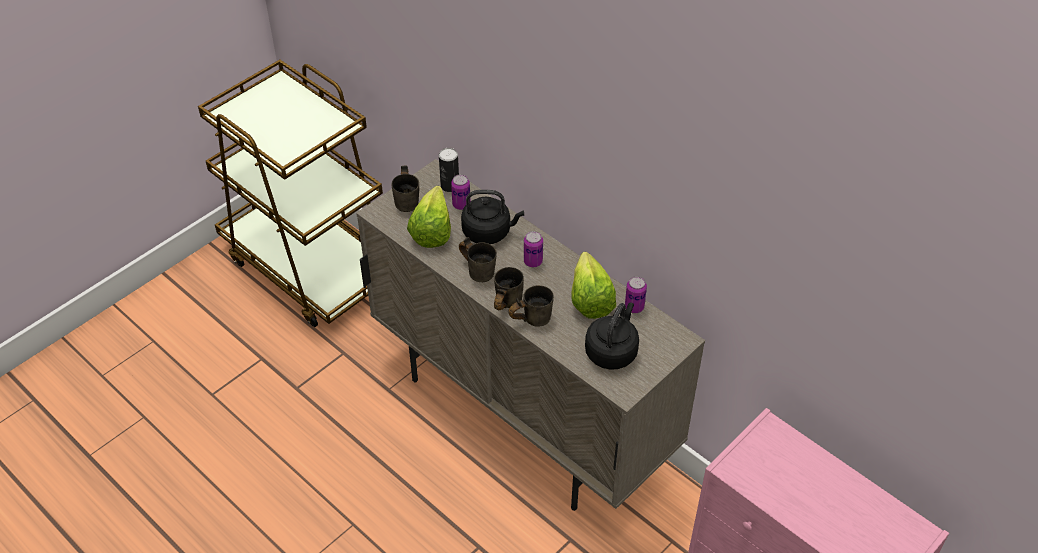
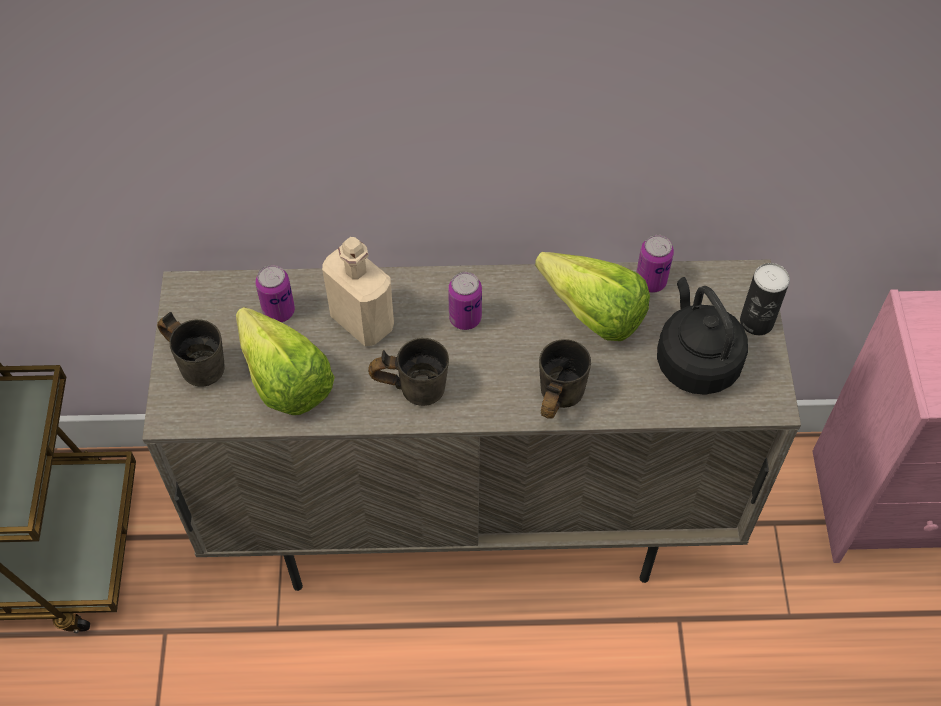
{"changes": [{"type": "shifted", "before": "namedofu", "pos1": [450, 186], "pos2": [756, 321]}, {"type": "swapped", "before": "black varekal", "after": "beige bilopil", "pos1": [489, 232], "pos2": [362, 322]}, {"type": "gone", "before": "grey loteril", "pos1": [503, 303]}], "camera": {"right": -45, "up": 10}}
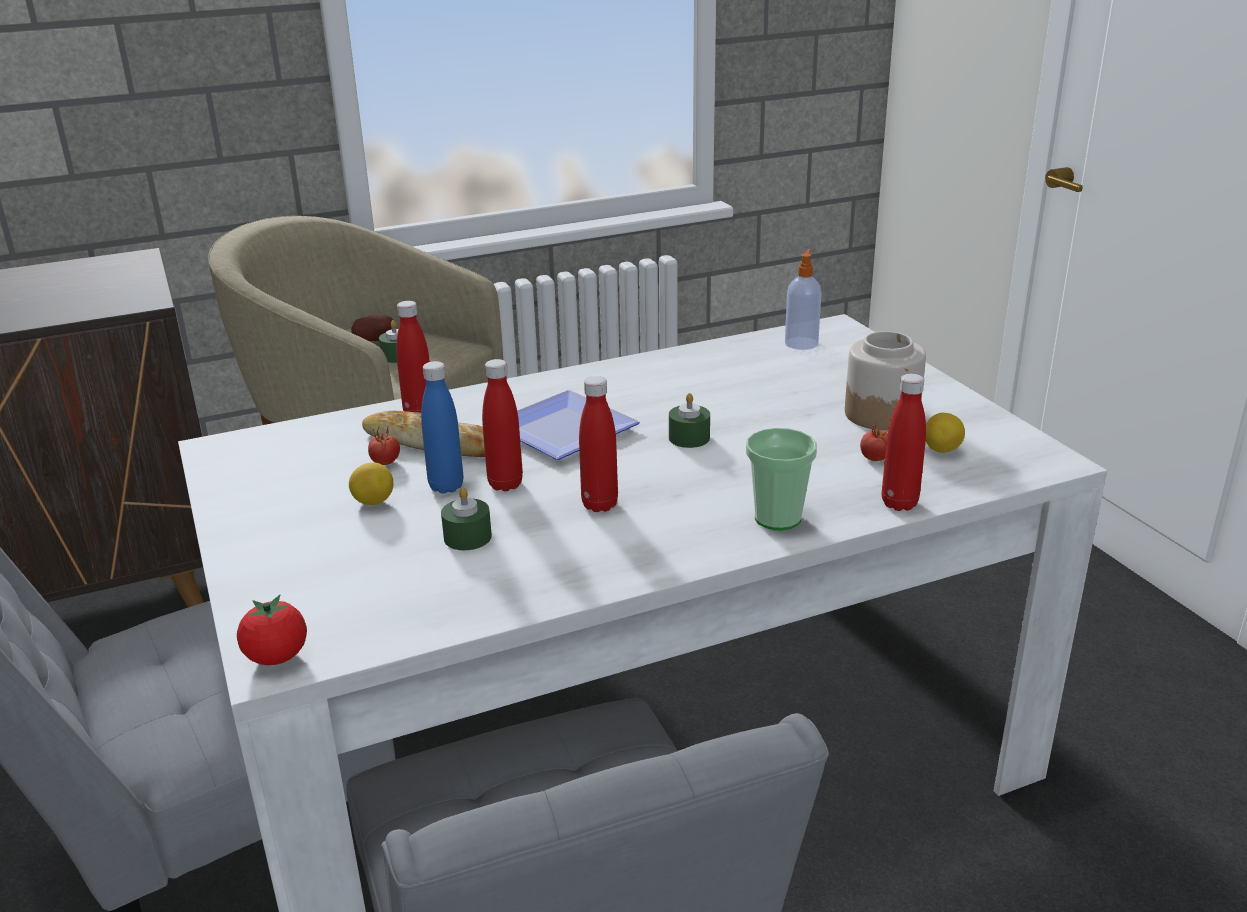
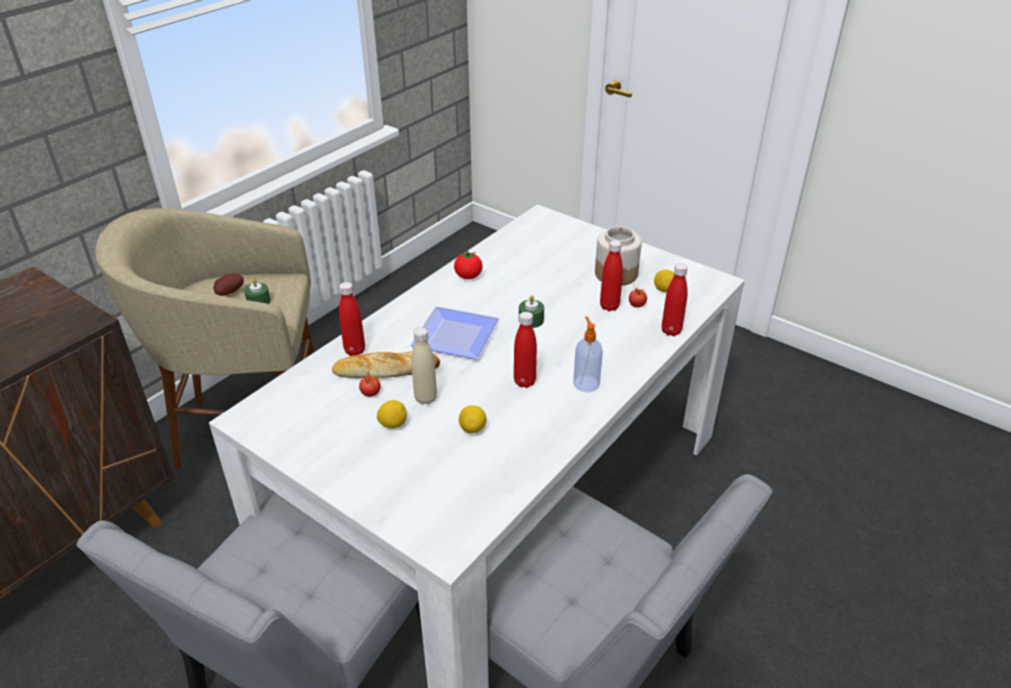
{"changes": [{"type": "shifted", "before": "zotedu", "pos1": [276, 657], "pos2": [468, 276]}, {"type": "repainted", "before": "blue bilopil", "after": "beige bilopil", "pos1": [446, 486], "pos2": [425, 398]}, {"type": "swapped", "before": "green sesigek", "after": "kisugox", "pos1": [467, 537], "pos2": [473, 429]}, {"type": "shifted", "before": "red bilopil", "pos1": [505, 484], "pos2": [609, 306]}, {"type": "gone", "before": "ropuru", "pos1": [777, 518]}, {"type": "shifted", "before": "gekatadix", "pos1": [801, 343], "pos2": [586, 383]}], "camera": {"right": -30, "up": 10}}
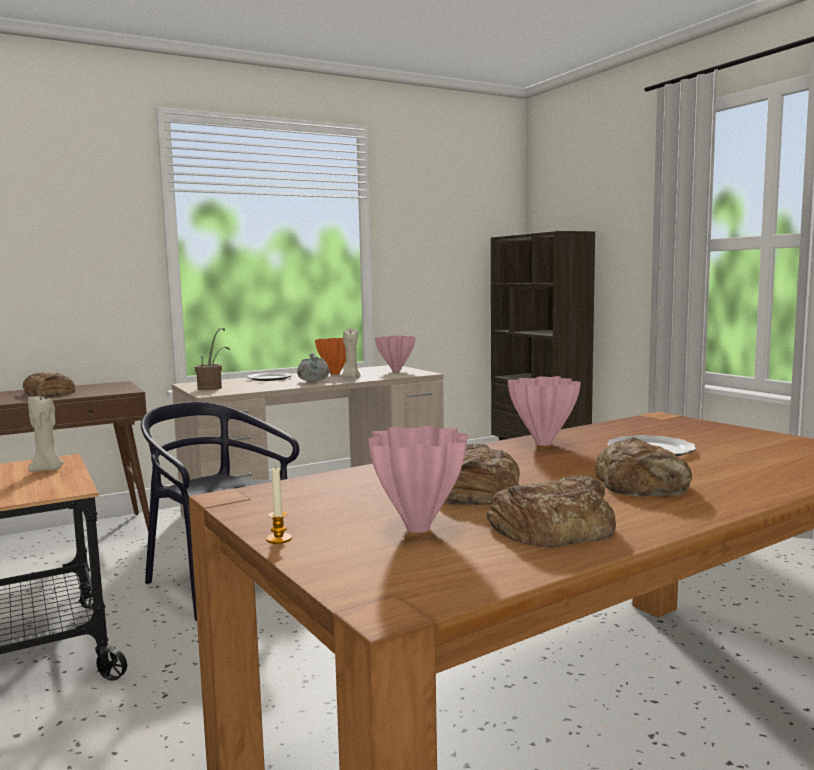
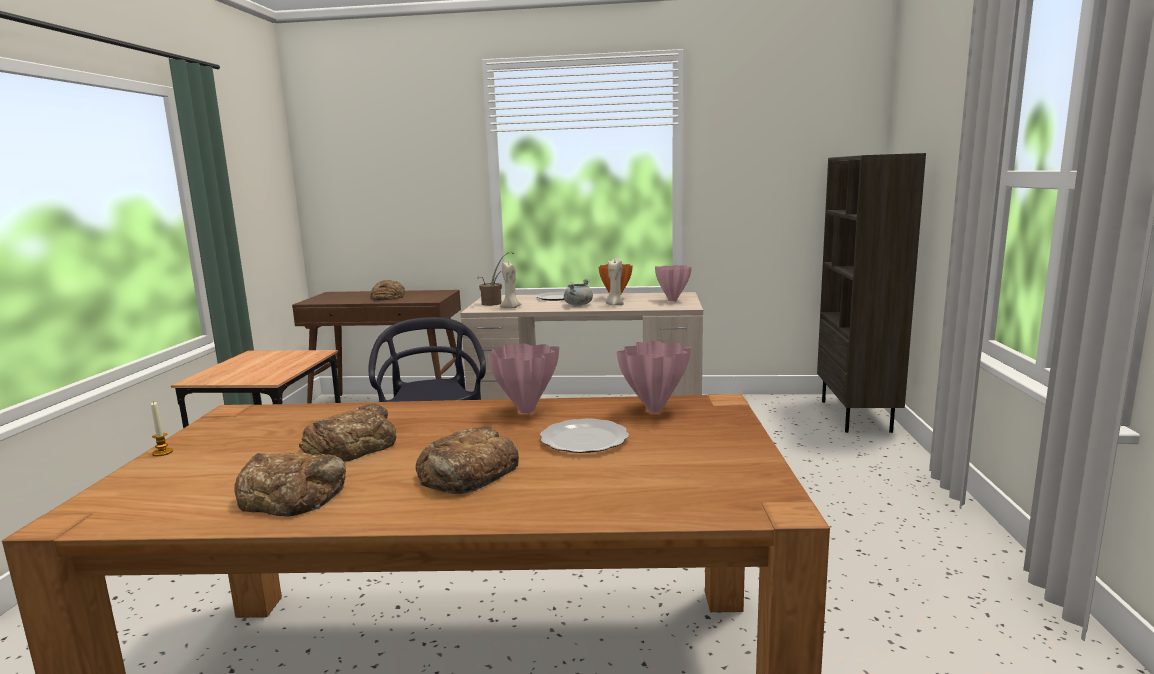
{"changes": [{"type": "shifted", "before": "beige sesigek", "pos1": [48, 470], "pos2": [511, 307]}, {"type": "shifted", "before": "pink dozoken", "pos1": [420, 528], "pos2": [656, 410]}], "camera": {"right": 35, "up": 5}}
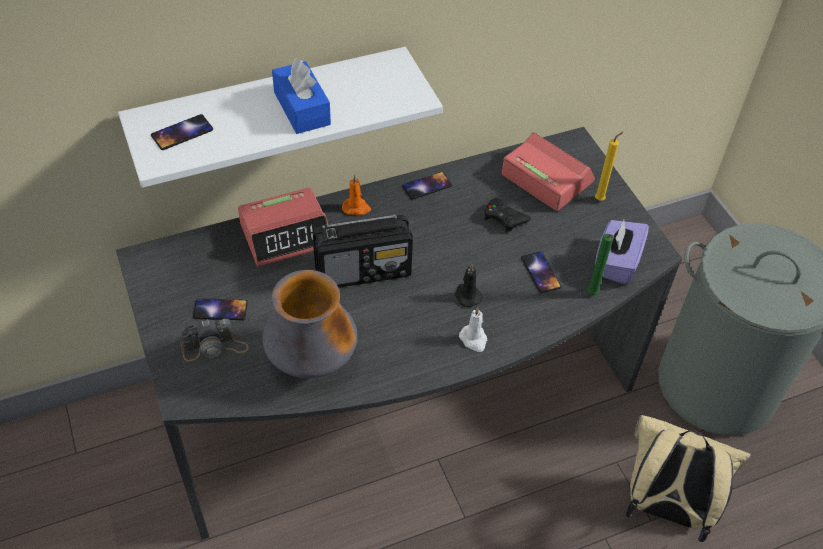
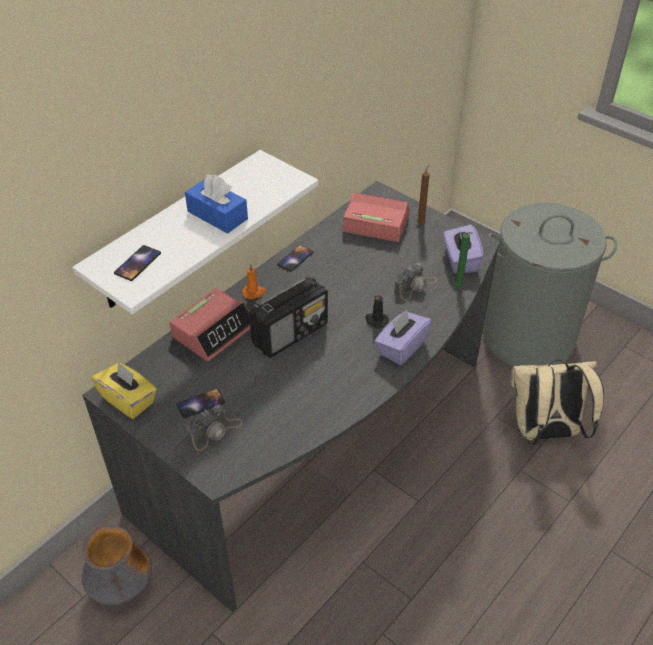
{"changes": [{"type": "shifted", "before": "dozoken", "pos1": [312, 362], "pos2": [122, 587]}, {"type": "swapped", "before": "white sesigek", "after": "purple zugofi", "pos1": [474, 339], "pos2": [401, 347]}, {"type": "gone", "before": "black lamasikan", "pos1": [504, 218]}, {"type": "swapped", "before": "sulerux", "after": "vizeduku", "pos1": [540, 272], "pos2": [415, 286]}, {"type": "repainted", "before": "yellow sesigek", "after": "brown sesigek", "pos1": [600, 199], "pos2": [421, 223]}, {"type": "new", "after": "yellow zugofi", "pos2": [128, 400]}], "camera": {"right": -25, "up": -5}}
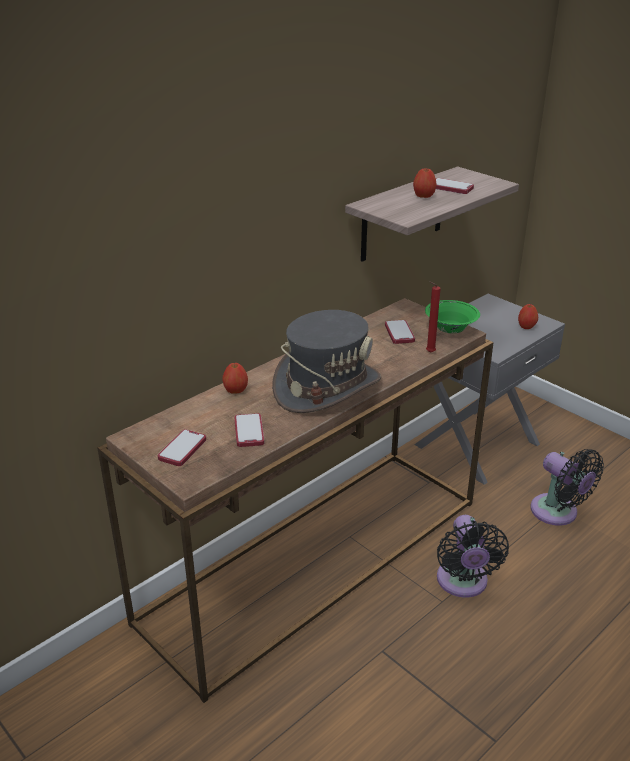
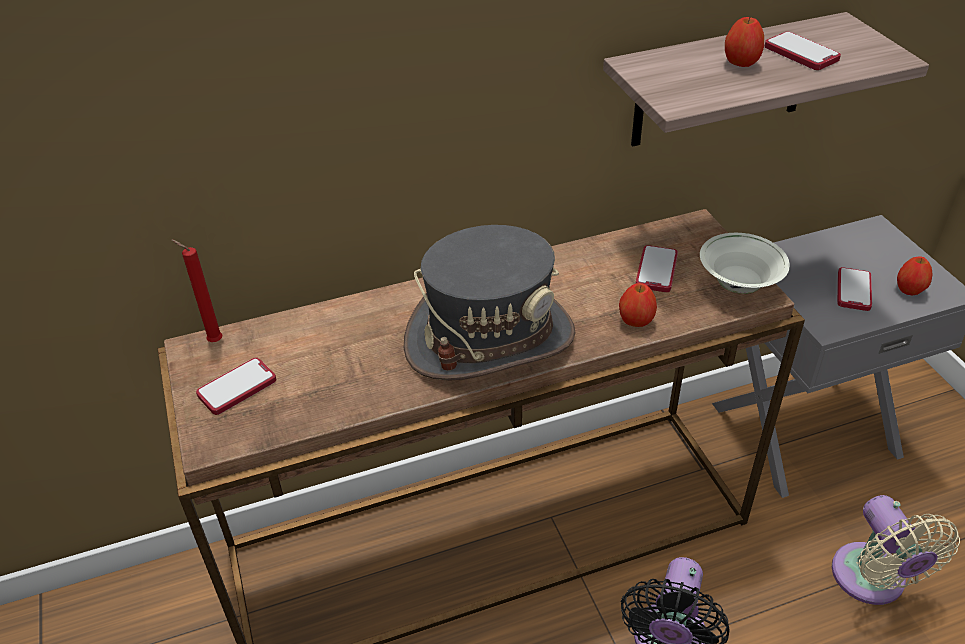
{"changes": [{"type": "shifted", "before": "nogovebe", "pos1": [235, 391], "pos2": [635, 321]}, {"type": "shifted", "before": "sulerux", "pos1": [249, 431], "pos2": [853, 290]}, {"type": "repainted", "before": "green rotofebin", "after": "white rotofebin", "pos1": [450, 330], "pos2": [738, 285]}, {"type": "shifted", "before": "red sesigek", "pos1": [429, 352], "pos2": [213, 341]}, {"type": "repainted", "before": "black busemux", "after": "beige busemux", "pos1": [558, 513], "pos2": [872, 581]}], "camera": {"right": 25, "up": 10}}
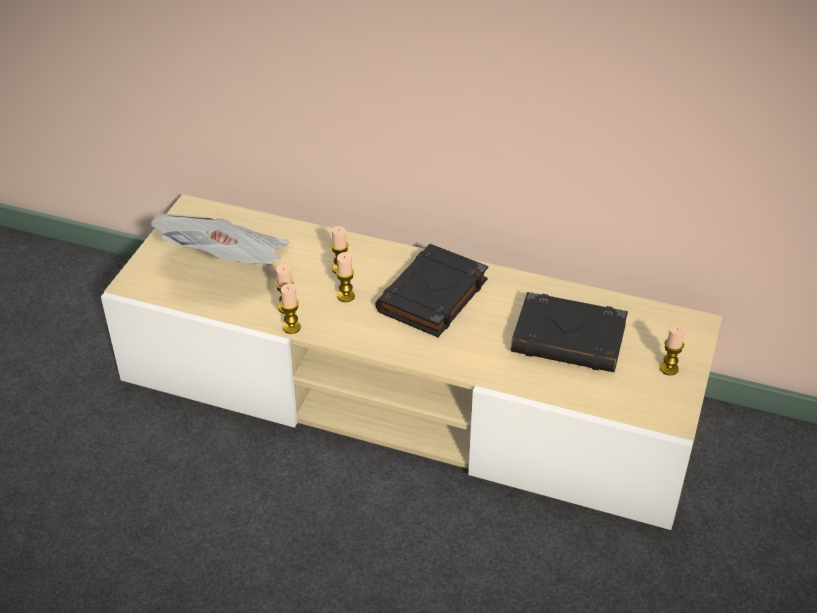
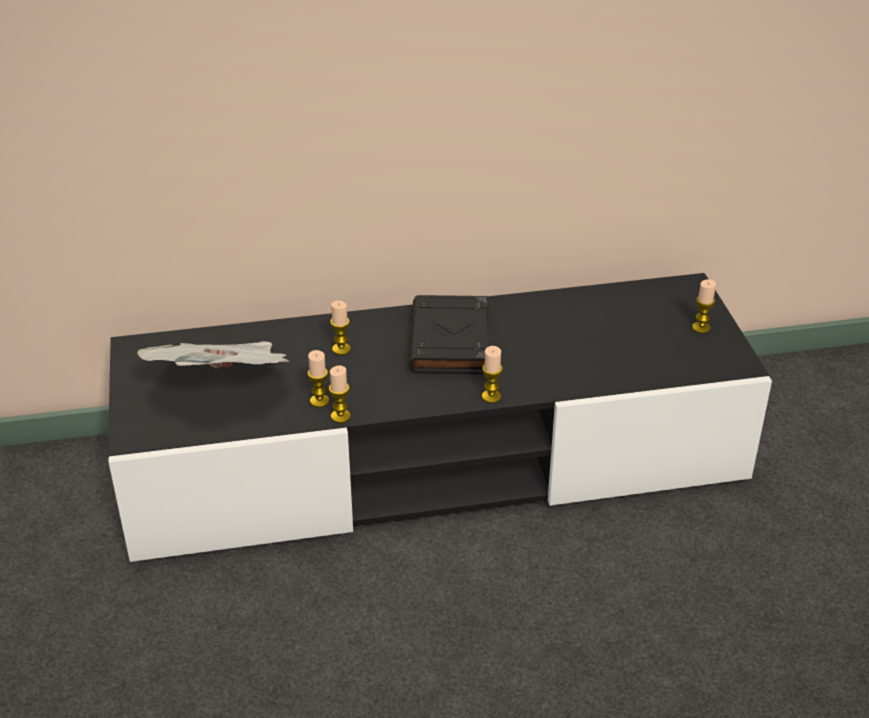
{"changes": [{"type": "repainted", "before": "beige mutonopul", "after": "black mutonopul", "pos1": [408, 395], "pos2": [434, 462]}, {"type": "shifted", "before": "sesigek", "pos1": [346, 296], "pos2": [491, 396]}, {"type": "gone", "before": "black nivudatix", "pos1": [570, 339]}], "camera": {"right": -30, "up": -5}}
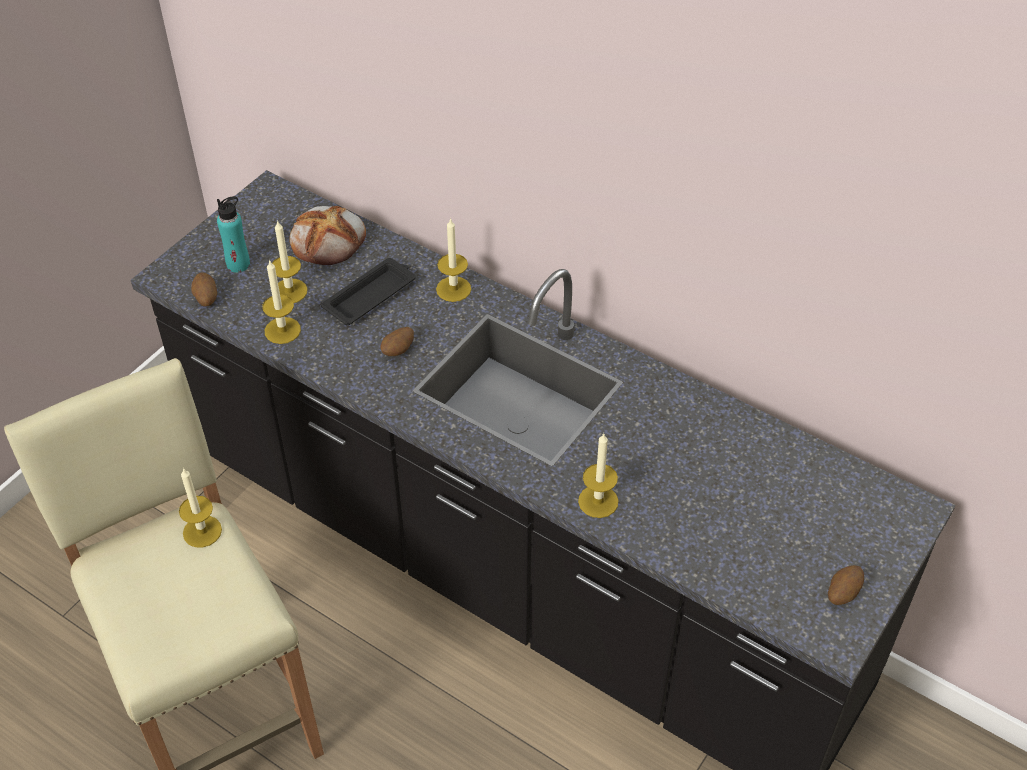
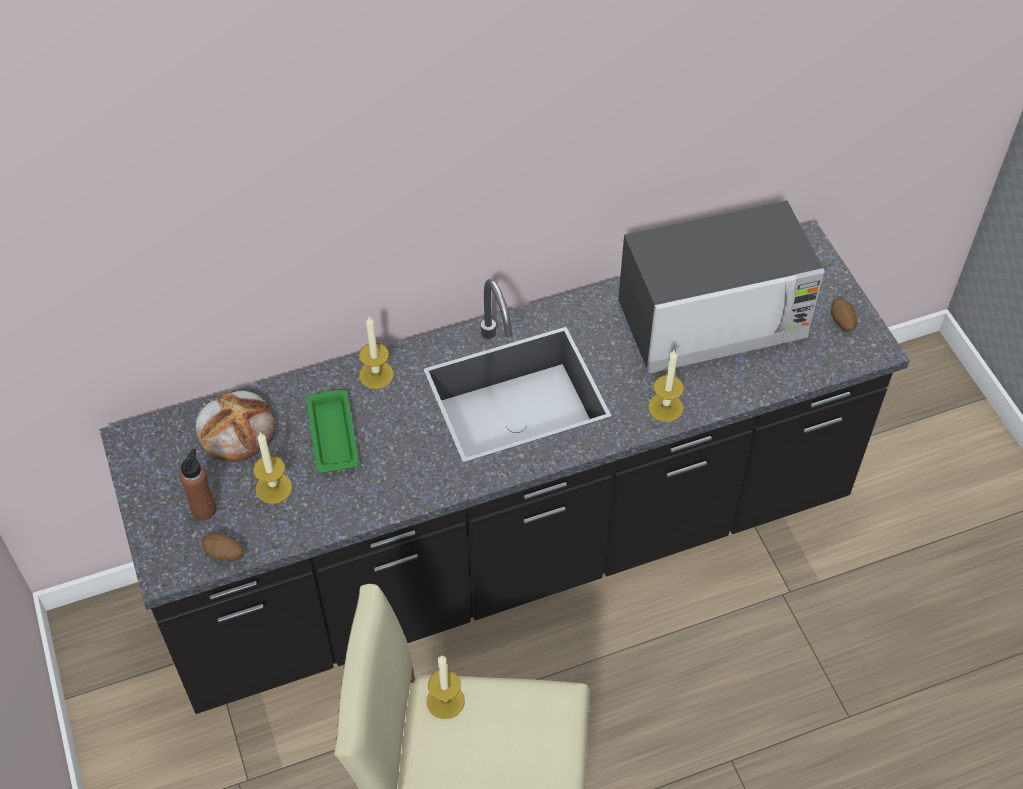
{"changes": [{"type": "repainted", "before": "turquoise bilopil", "after": "brown bilopil", "pos1": [238, 264], "pos2": [204, 509]}, {"type": "gone", "before": "sesigek", "pos1": [282, 330]}, {"type": "repainted", "before": "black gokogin", "after": "green gokogin", "pos1": [371, 296], "pos2": [332, 433]}, {"type": "gone", "before": "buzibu", "pos1": [398, 351]}, {"type": "new", "after": "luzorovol", "pos2": [713, 320]}], "camera": {"right": -55, "up": 5}}
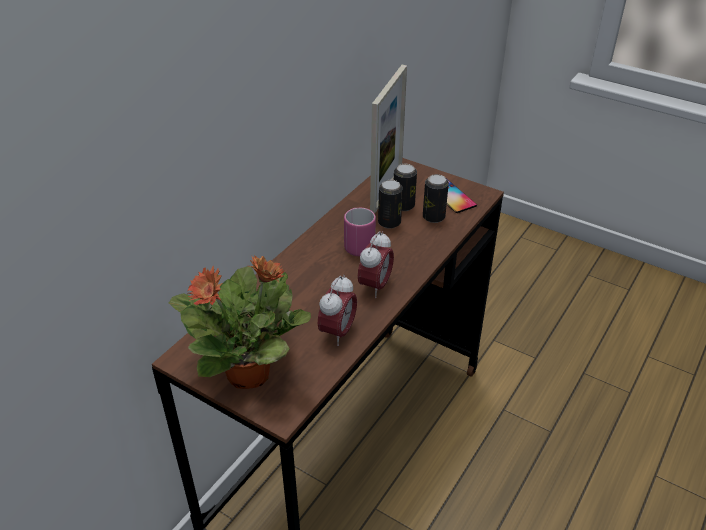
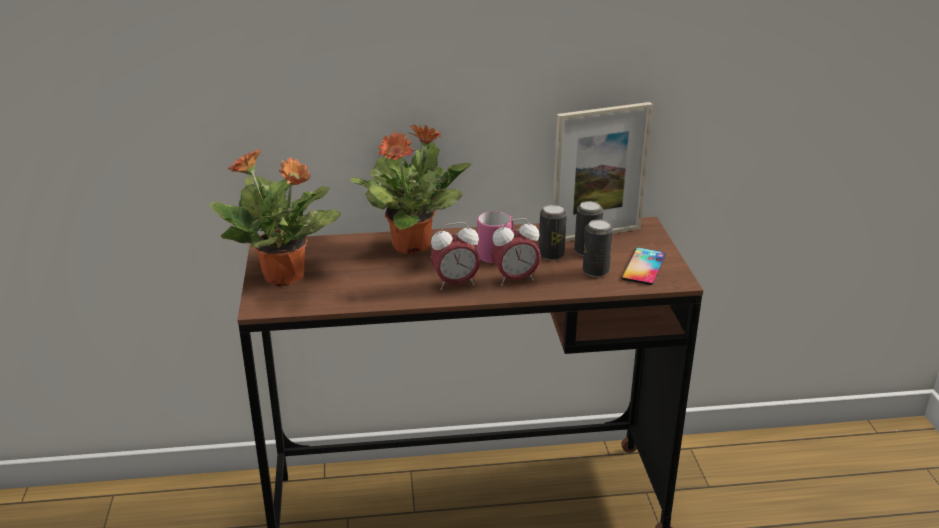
{"changes": [{"type": "shifted", "before": "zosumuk", "pos1": [338, 332], "pos2": [515, 279]}, {"type": "new", "after": "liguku", "pos2": [412, 245]}], "camera": {"right": 50, "up": -10}}
